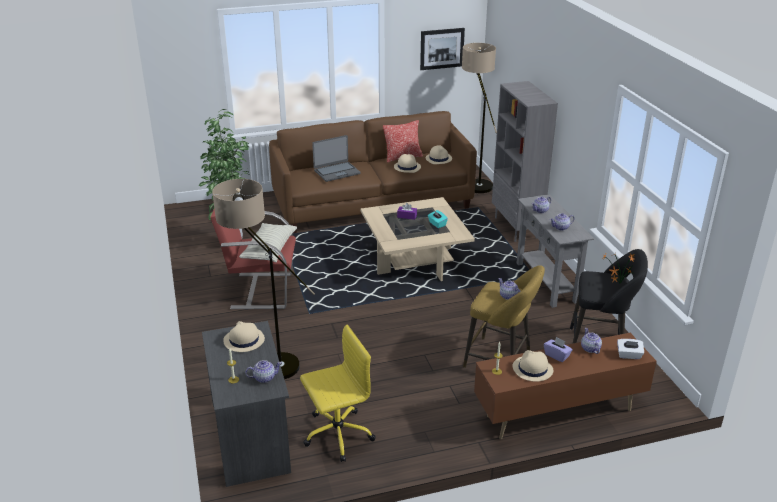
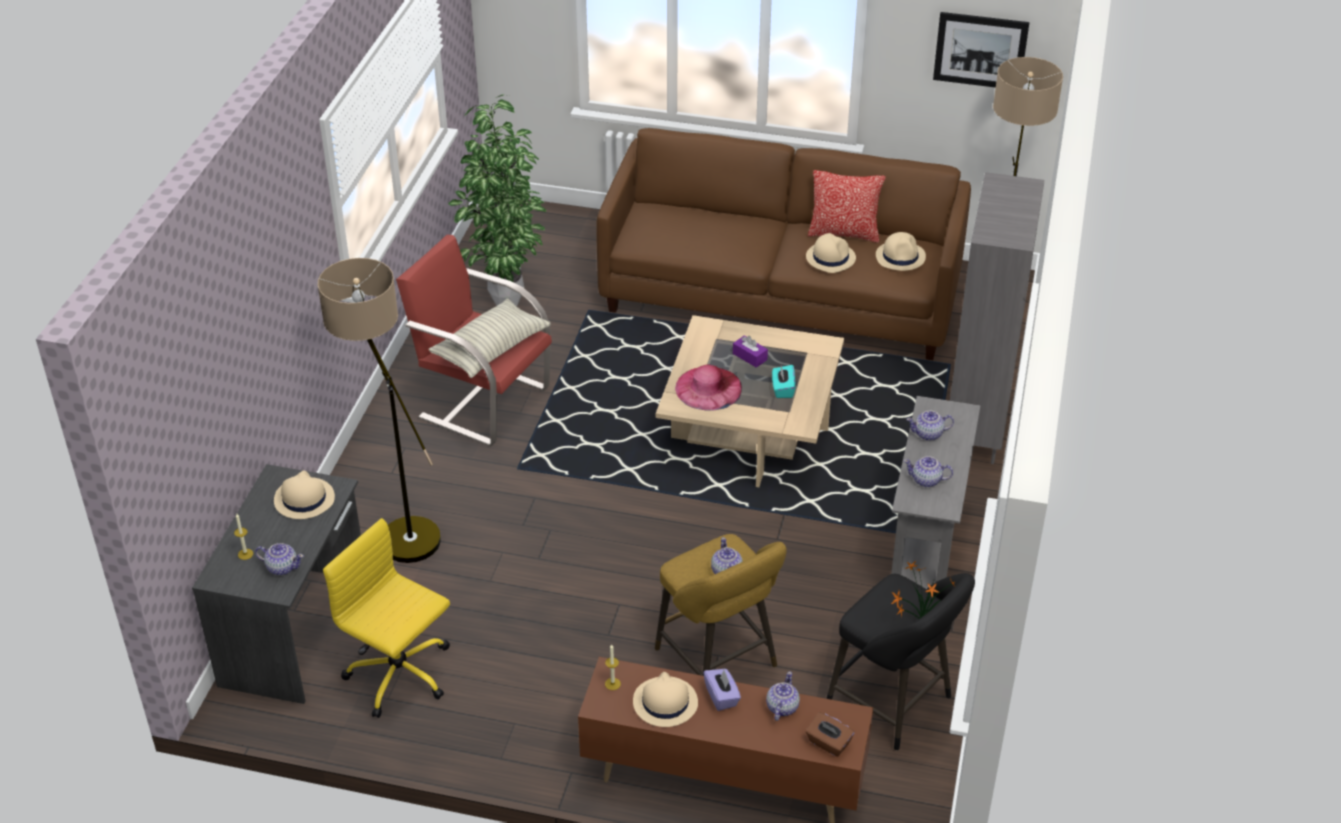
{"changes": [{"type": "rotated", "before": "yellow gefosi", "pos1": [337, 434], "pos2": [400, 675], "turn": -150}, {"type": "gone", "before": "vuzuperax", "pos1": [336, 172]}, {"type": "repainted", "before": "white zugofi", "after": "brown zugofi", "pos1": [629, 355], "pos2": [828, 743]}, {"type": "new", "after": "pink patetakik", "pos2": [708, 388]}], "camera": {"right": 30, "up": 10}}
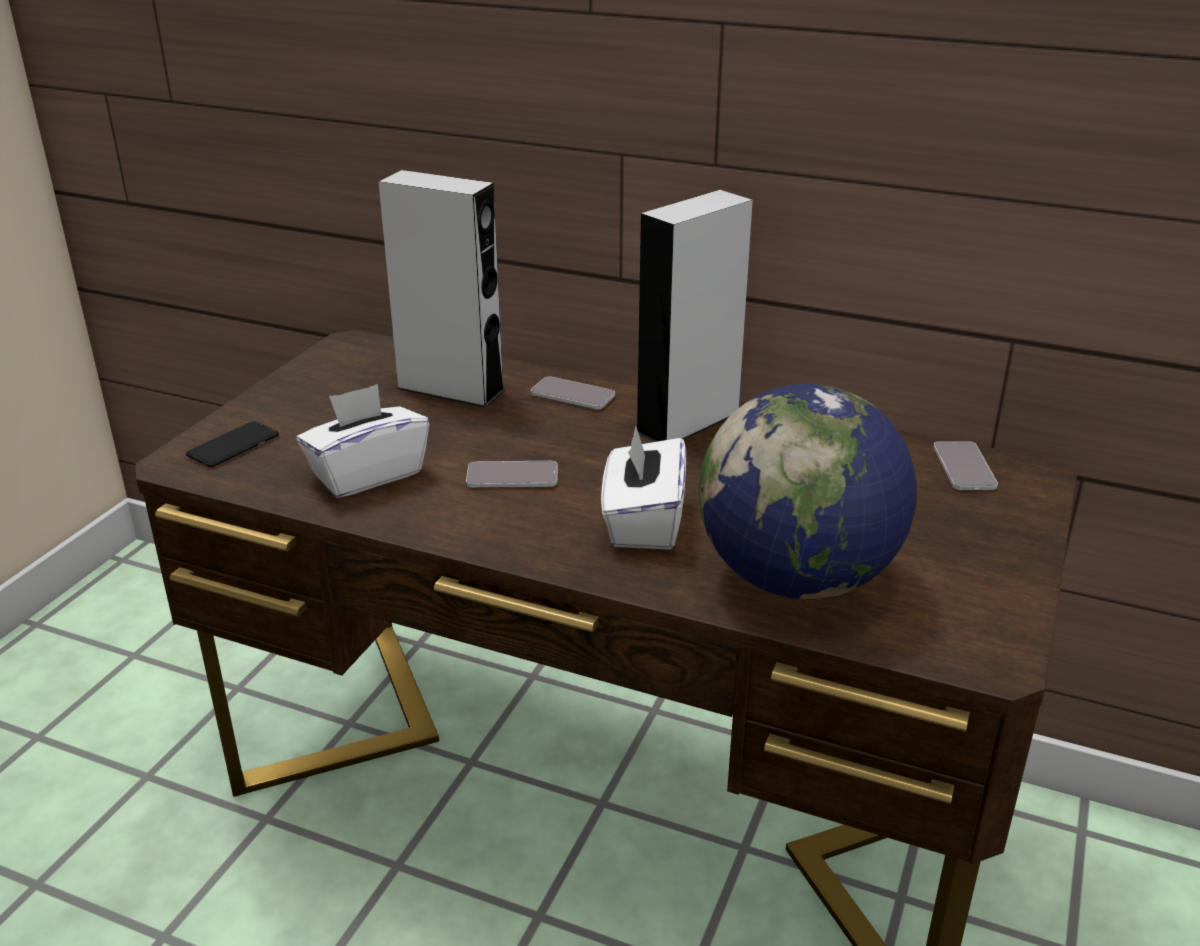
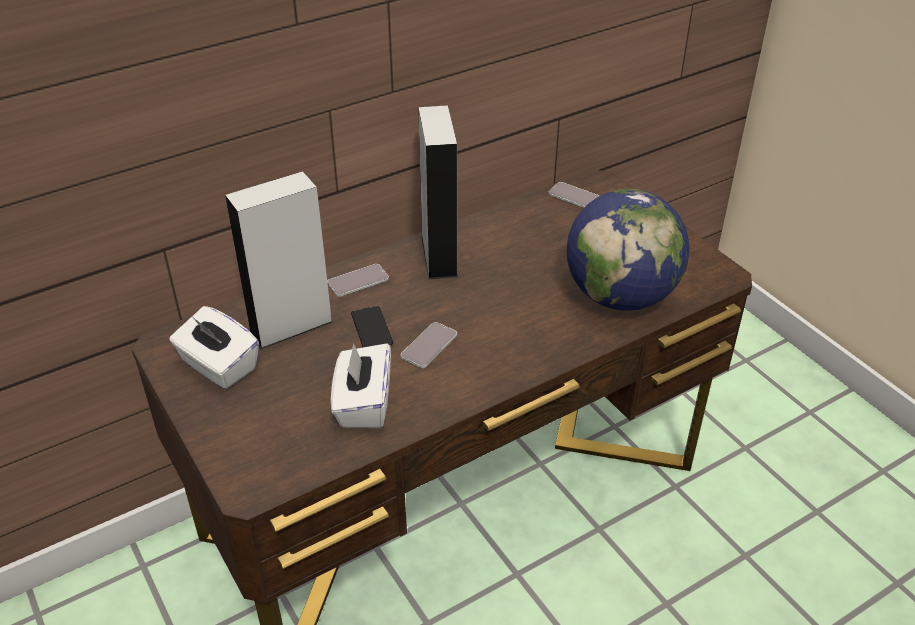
{"changes": [{"type": "shifted", "before": "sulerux", "pos1": [233, 446], "pos2": [371, 329]}, {"type": "shifted", "before": "white zugofi", "pos1": [643, 523], "pos2": [218, 366]}], "camera": {"right": -55, "up": 10}}
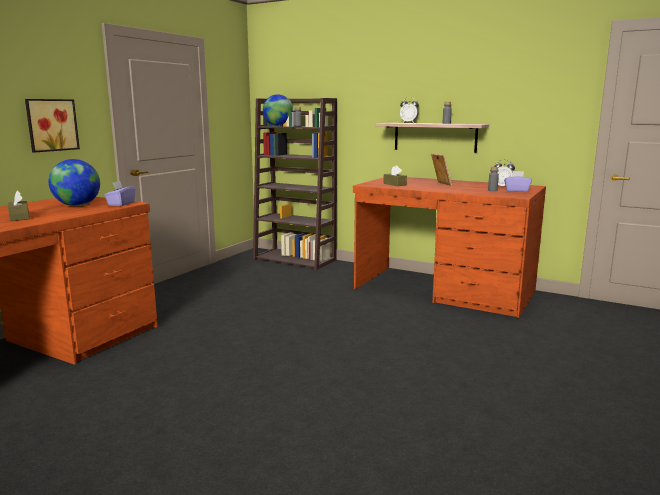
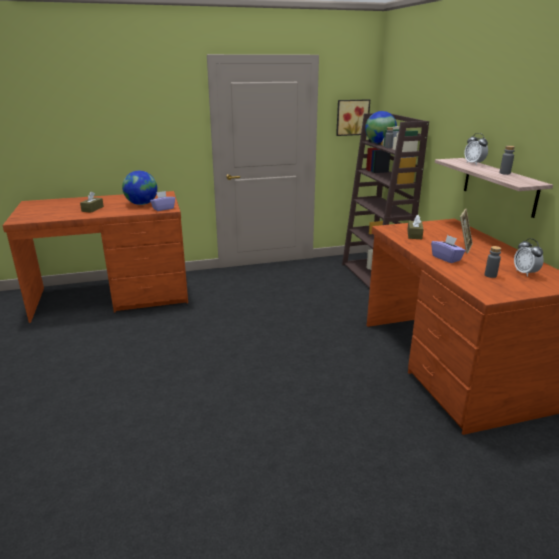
{"changes": [{"type": "shifted", "before": "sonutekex", "pos1": [51, 125], "pos2": [352, 117]}, {"type": "shifted", "before": "purple zugofi", "pos1": [516, 190], "pos2": [446, 258]}], "camera": {"right": 45, "up": 10}}
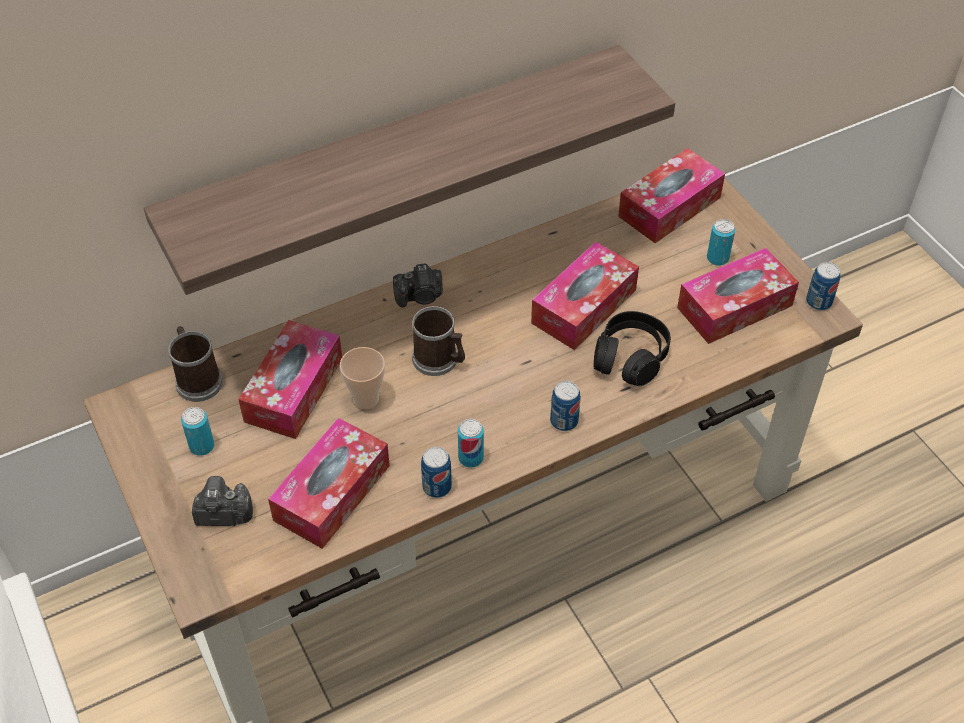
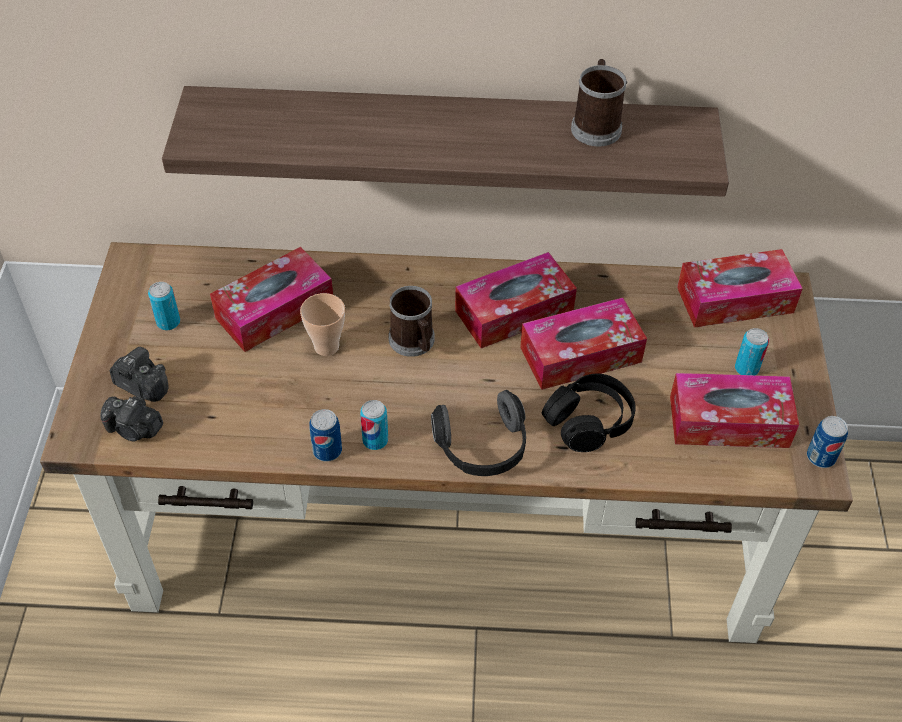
{"changes": [{"type": "shifted", "before": "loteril", "pos1": [197, 379], "pos2": [596, 125]}, {"type": "shifted", "before": "zugofi", "pos1": [332, 493], "pos2": [514, 311]}, {"type": "shifted", "before": "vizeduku", "pos1": [420, 296], "pos2": [134, 429]}, {"type": "swapped", "before": "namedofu", "after": "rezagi", "pos1": [564, 421], "pos2": [482, 449]}], "camera": {"right": 30, "up": 0}}
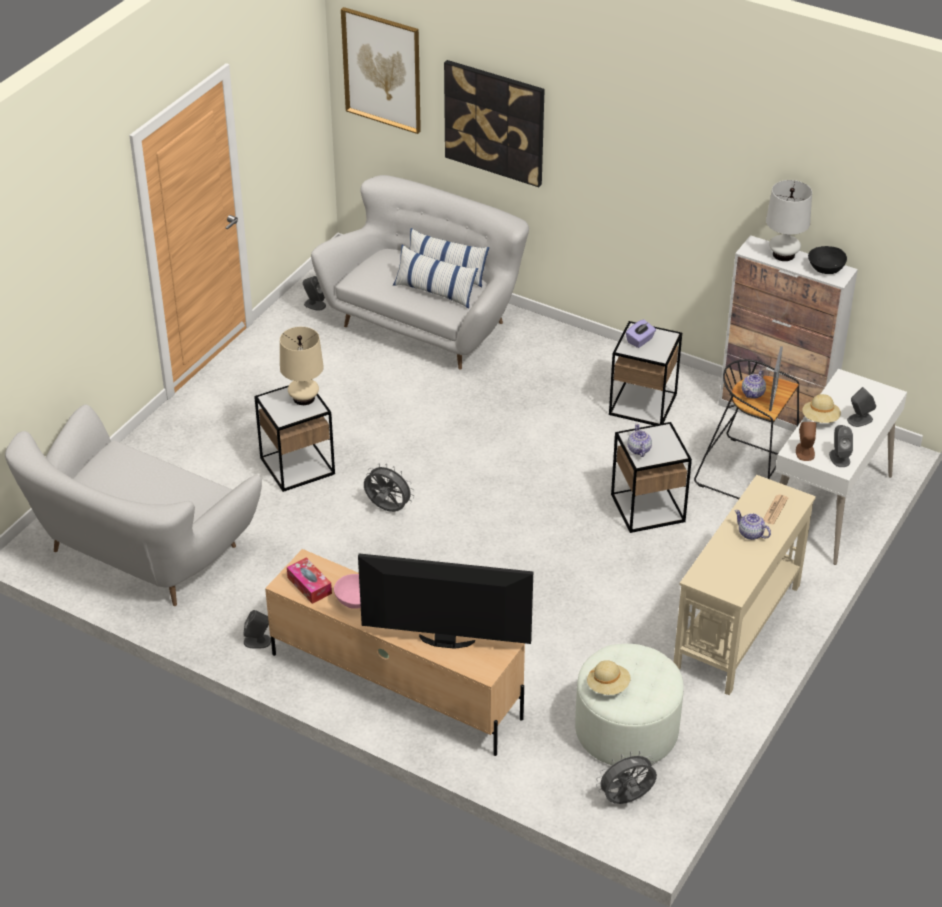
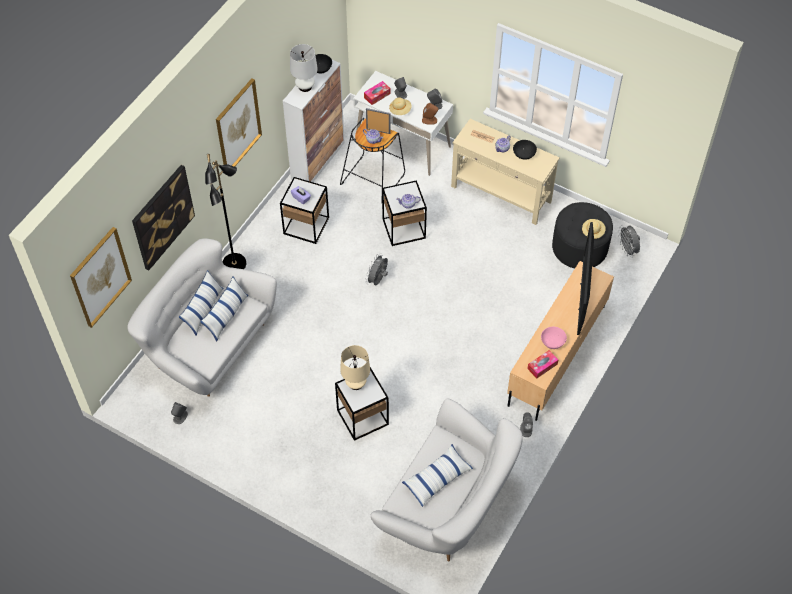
{"changes": [{"type": "shifted", "before": "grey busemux", "pos1": [387, 509], "pos2": [378, 280]}, {"type": "repainted", "before": "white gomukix", "after": "black gomukix", "pos1": [626, 729], "pos2": [579, 247]}, {"type": "new", "after": "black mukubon", "pos2": [235, 264]}, {"type": "new", "after": "sonutekex", "pos2": [238, 126]}, {"type": "new", "after": "zugofi", "pos2": [377, 95]}, {"type": "new", "after": "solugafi", "pos2": [437, 478]}, {"type": "new", "after": "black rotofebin", "pos2": [524, 154]}], "camera": {"right": -90, "up": 15}}
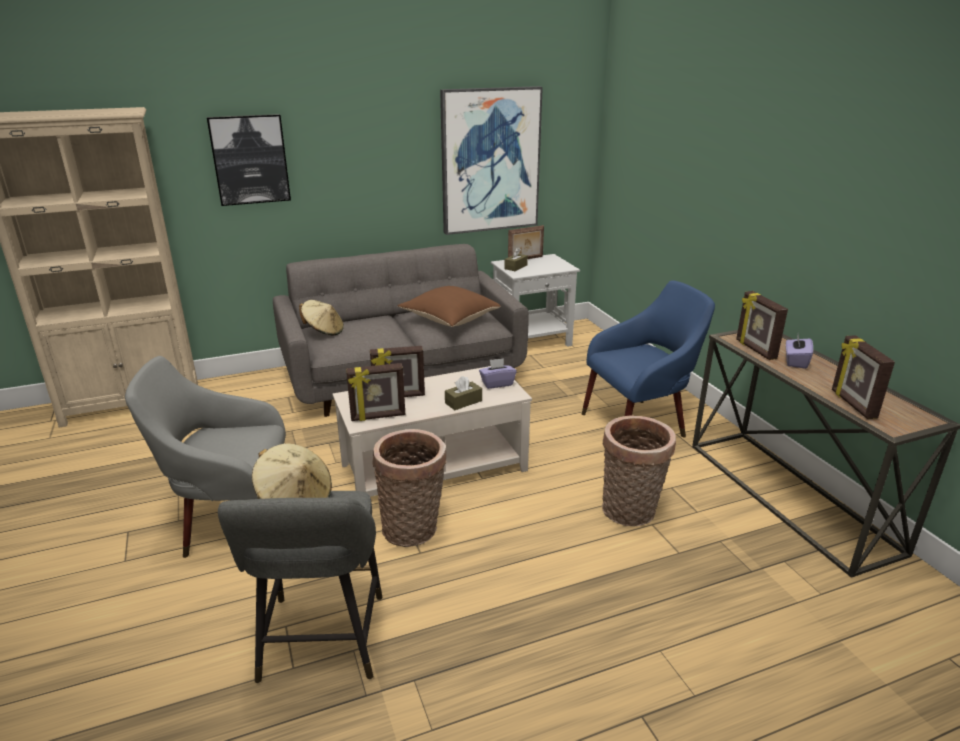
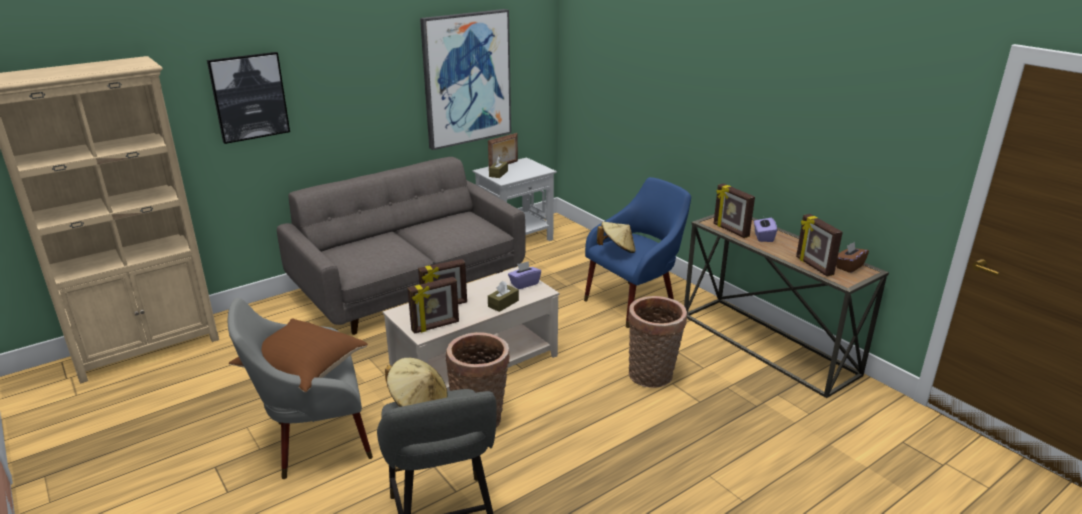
{"changes": [{"type": "shifted", "before": "beige patetakik", "pos1": [323, 331], "pos2": [617, 249]}, {"type": "shifted", "before": "brown solugafi", "pos1": [448, 320], "pos2": [301, 370]}, {"type": "new", "after": "brown zugofi", "pos2": [849, 266]}], "camera": {"right": -15, "up": 0}}
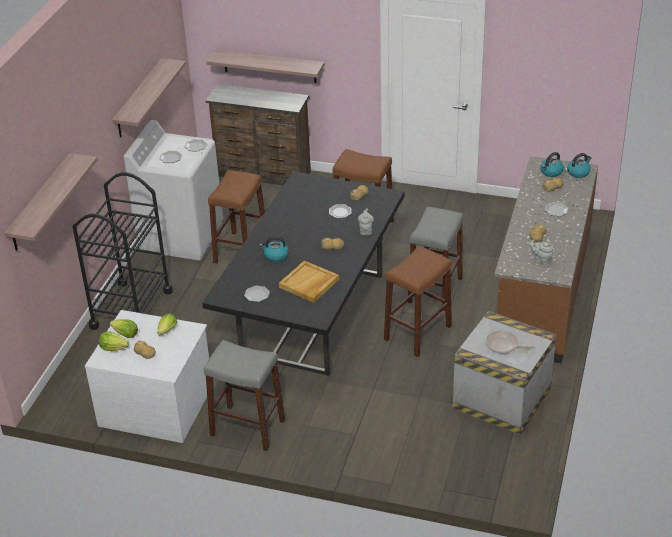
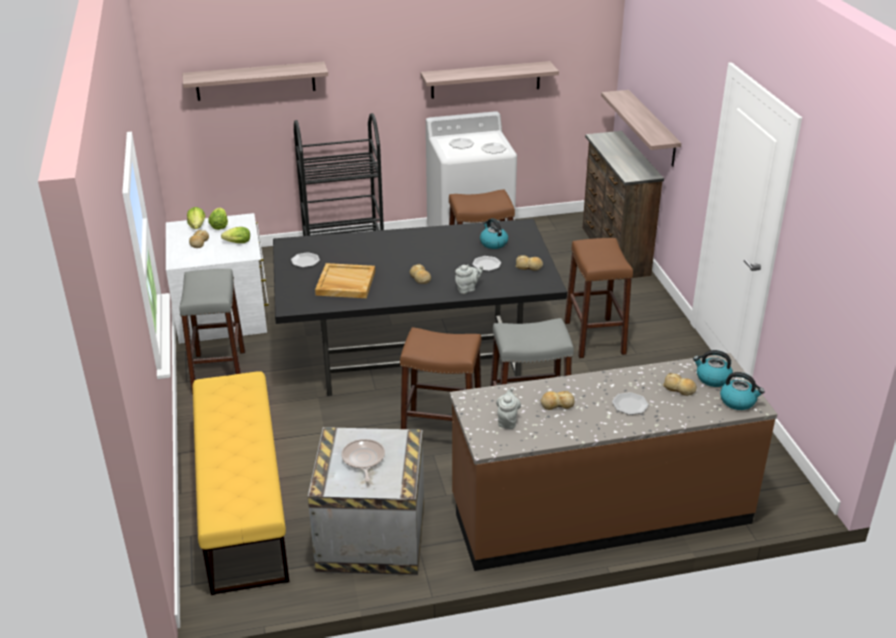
{"changes": [{"type": "shifted", "before": "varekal", "pos1": [275, 256], "pos2": [493, 243]}, {"type": "new", "after": "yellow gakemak", "pos2": [242, 502]}], "camera": {"right": 60, "up": -5}}
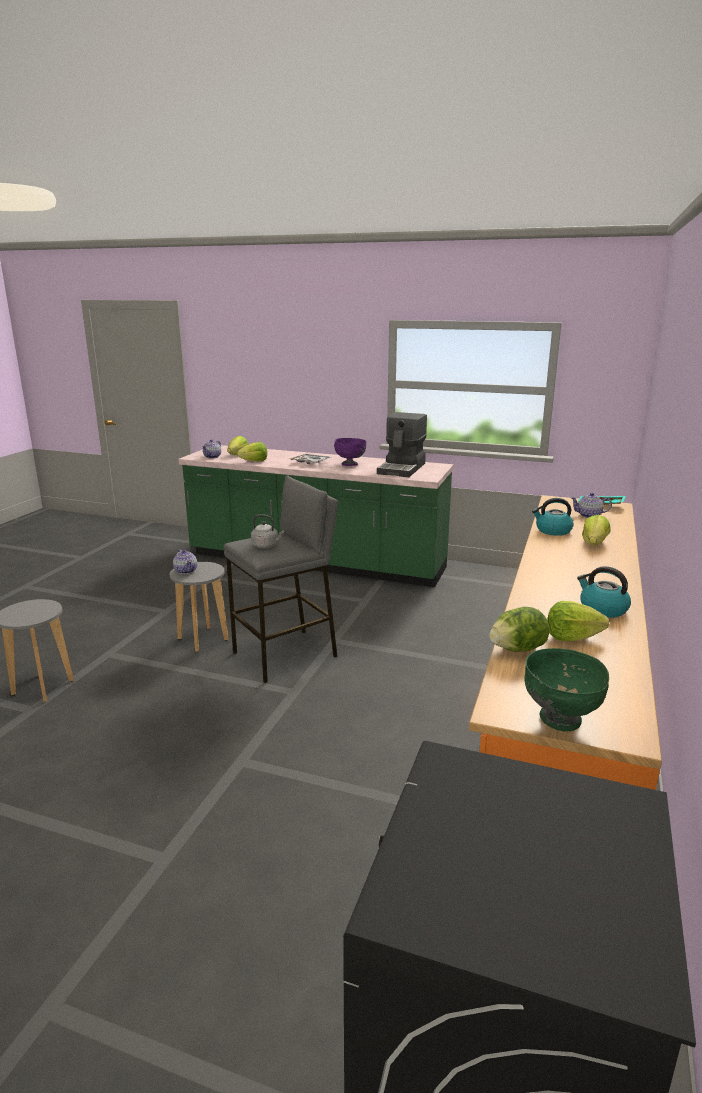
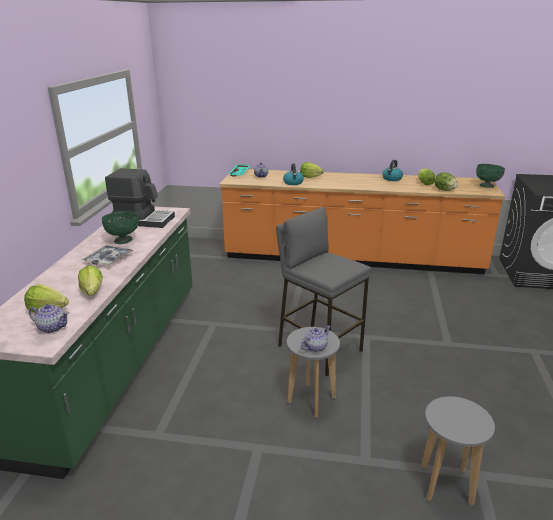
{"changes": [{"type": "gone", "before": "grey varekal", "pos1": [266, 546]}, {"type": "repainted", "before": "purple rotofebin", "after": "green rotofebin", "pos1": [350, 465], "pos2": [123, 240]}], "camera": {"right": -100, "up": 5}}
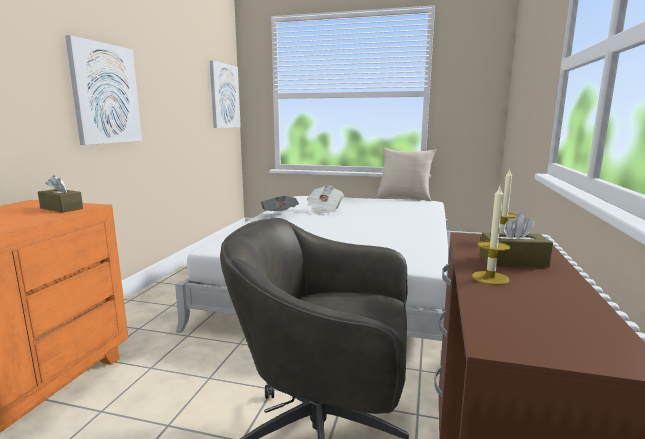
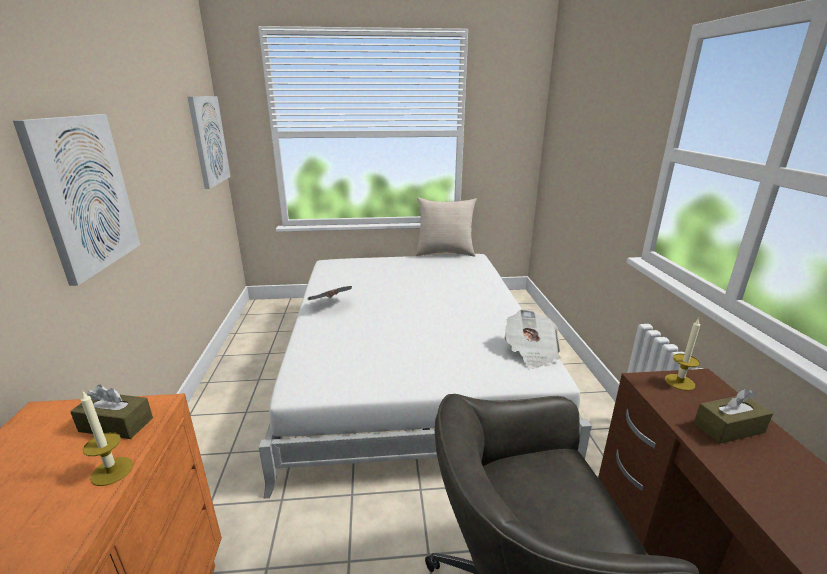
{"changes": [{"type": "shifted", "before": "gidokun", "pos1": [324, 210], "pos2": [531, 352]}, {"type": "shifted", "before": "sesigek", "pos1": [490, 278], "pos2": [112, 471]}], "camera": {"right": -20, "up": 10}}
